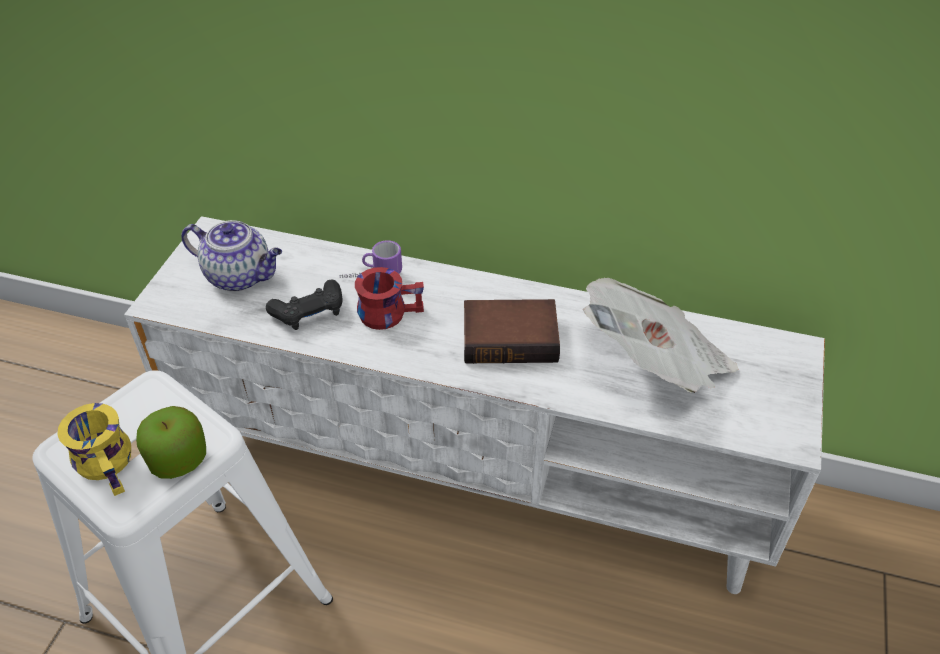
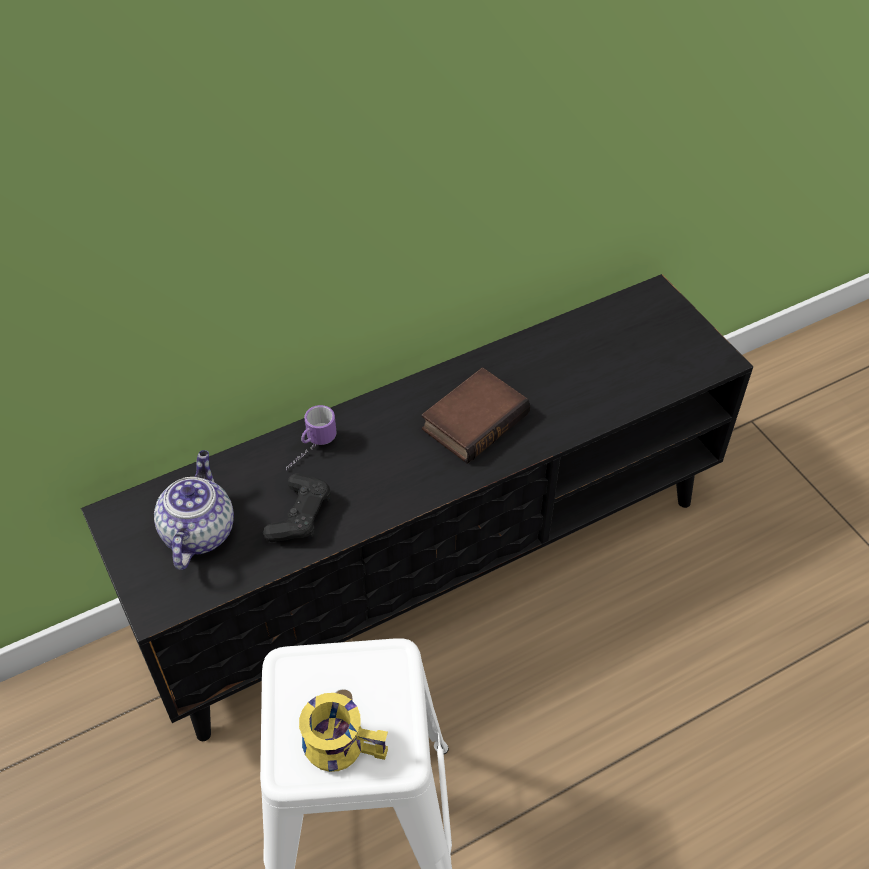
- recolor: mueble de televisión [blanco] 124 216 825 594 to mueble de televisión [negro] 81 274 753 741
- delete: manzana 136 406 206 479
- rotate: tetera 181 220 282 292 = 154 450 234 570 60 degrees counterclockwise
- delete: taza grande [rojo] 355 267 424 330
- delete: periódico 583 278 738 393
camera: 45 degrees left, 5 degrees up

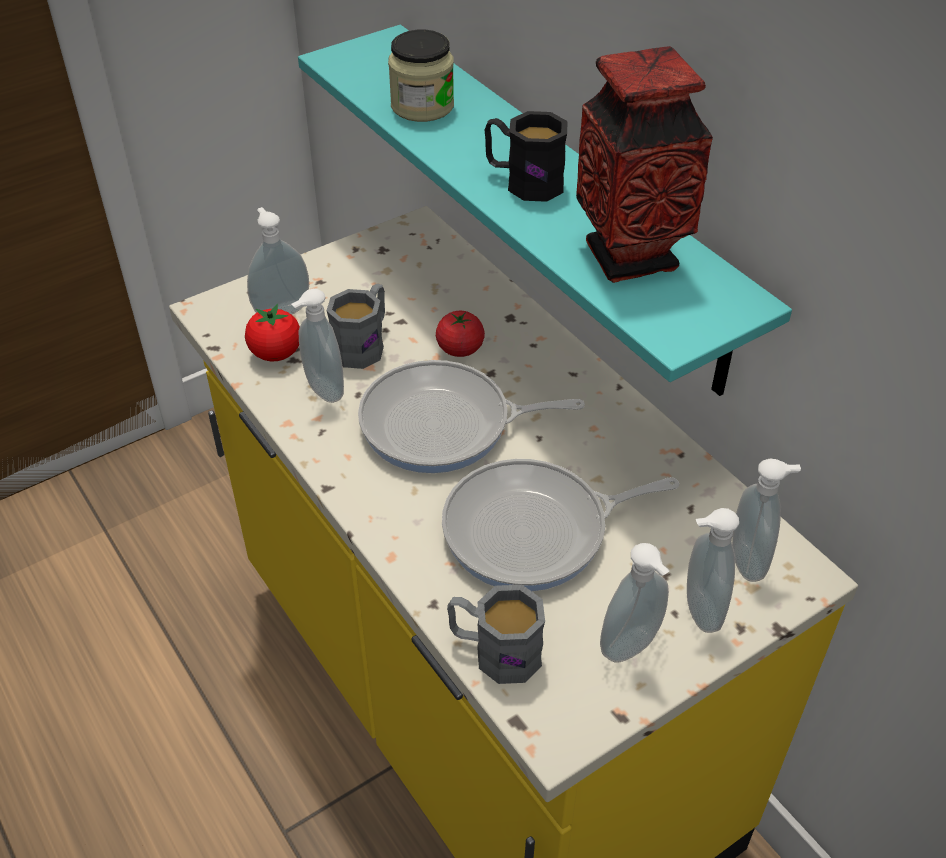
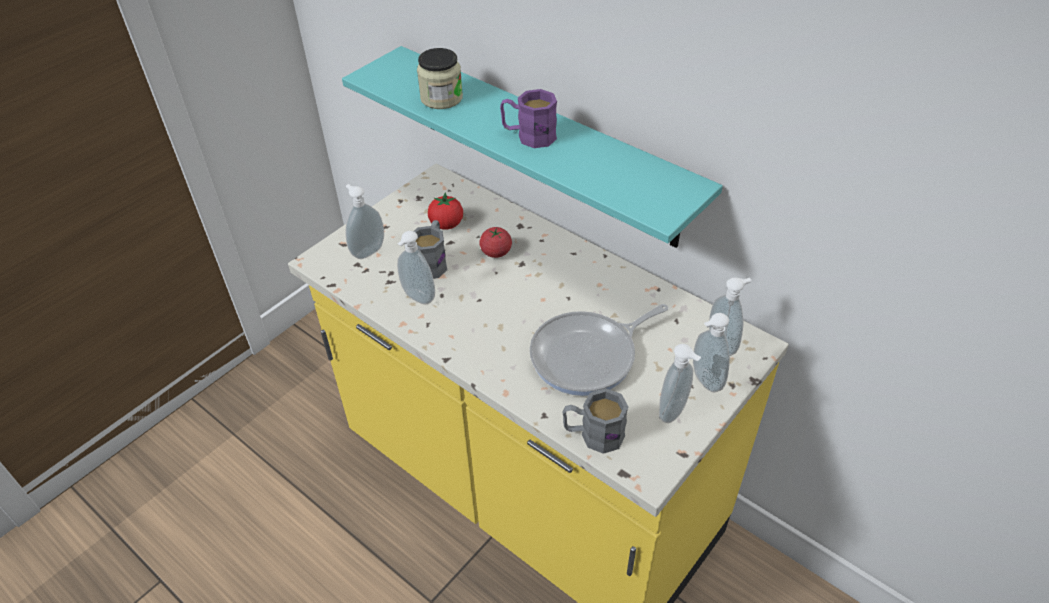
- move: tomate 245 304 300 362 to 428 192 463 230
- delete: sartén 358 360 585 473
- recolor: taza grande [negro] 484 111 568 202 to taza grande [morado] 500 89 557 148
- delete: florero 576 46 713 283
camera: 15 degrees left, 0 degrees up

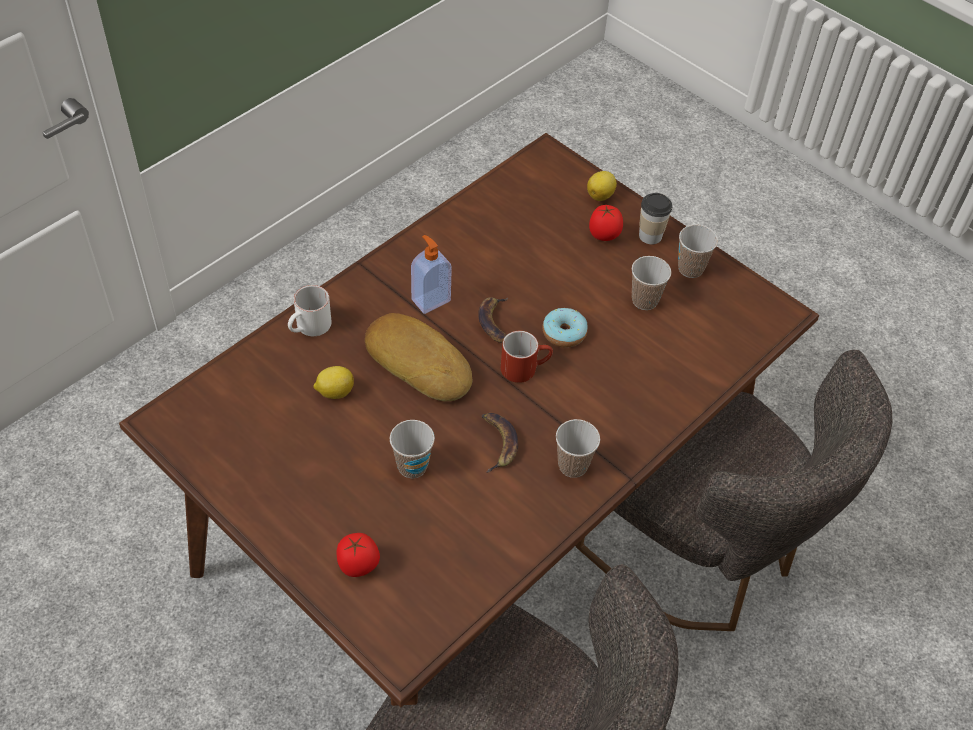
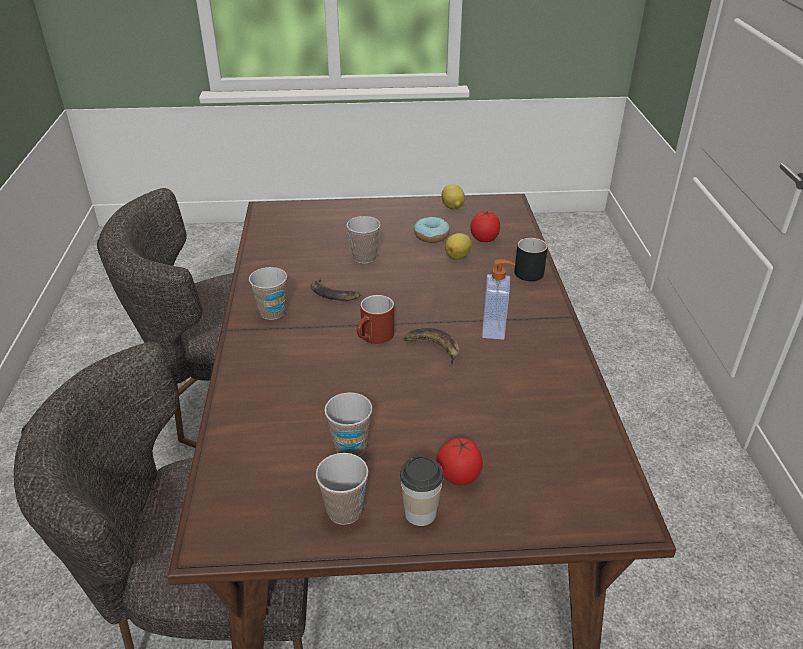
- recolor: taza grande [blanco] 288 285 332 336 to taza grande [negro] 514 237 548 281
- move: tomate 336 533 380 577 to 470 210 500 242
- delete: pan 365 313 473 401
- move: rosquilla 543 308 588 348 to 414 217 450 243
- move: limón 587 171 617 201 to 441 184 465 210
camera: 135 degrees right, 15 degrees down

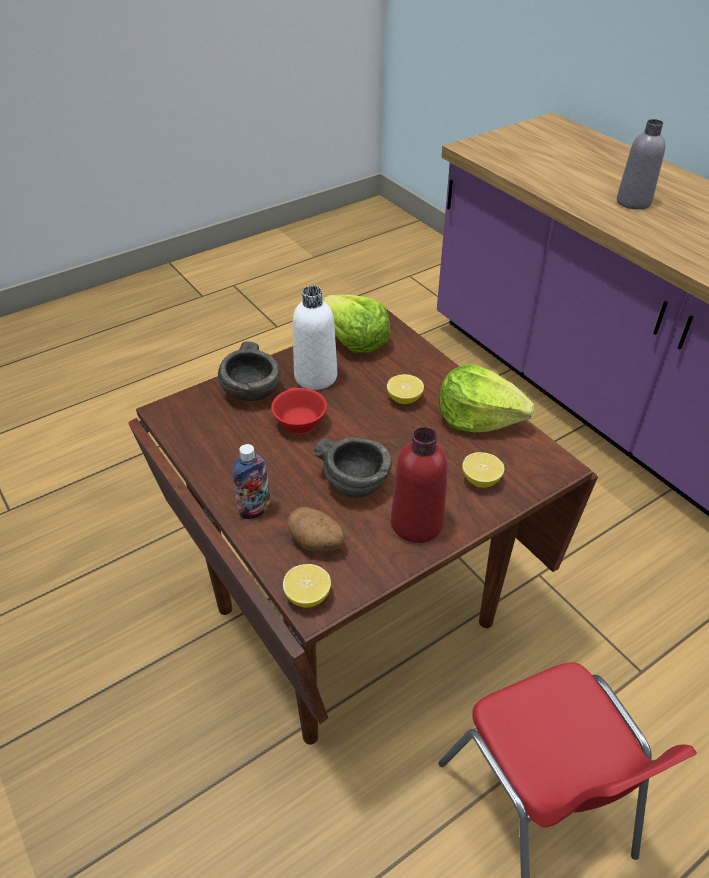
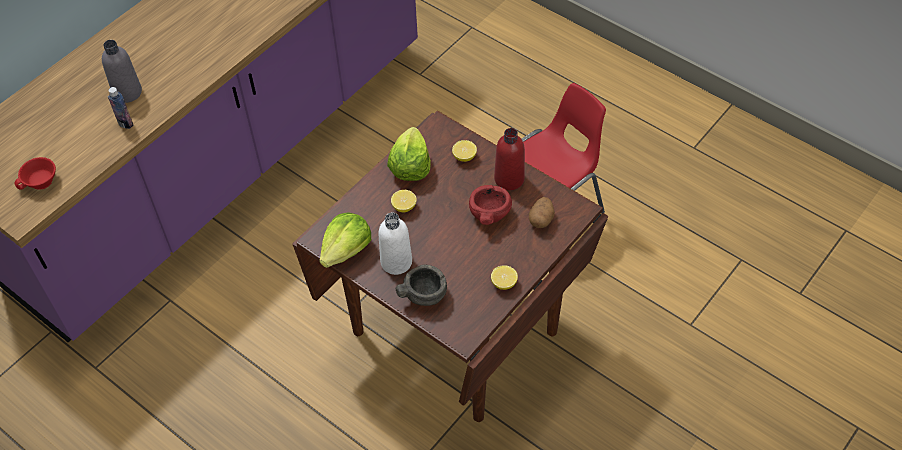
- move: botella 233 444 270 519 to 108 87 133 129
- move: taza [rojo] 271 387 327 434 to 14 157 56 190
- move: limón 283 564 331 608 to 491 265 518 290
- recolor: cuenco [gris] 314 437 392 498 to cuenco [rojo] 469 185 512 225
camera: 105 degrees left, 10 degrees up

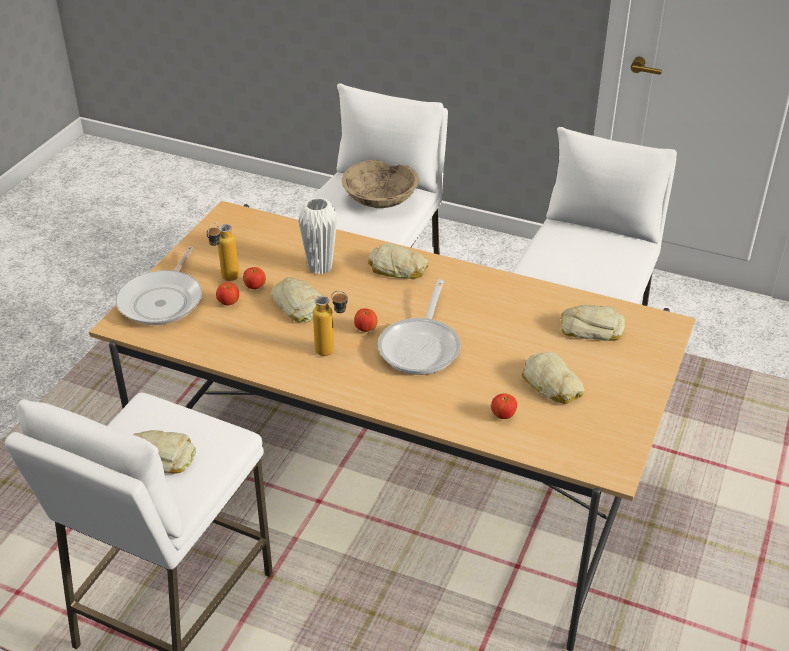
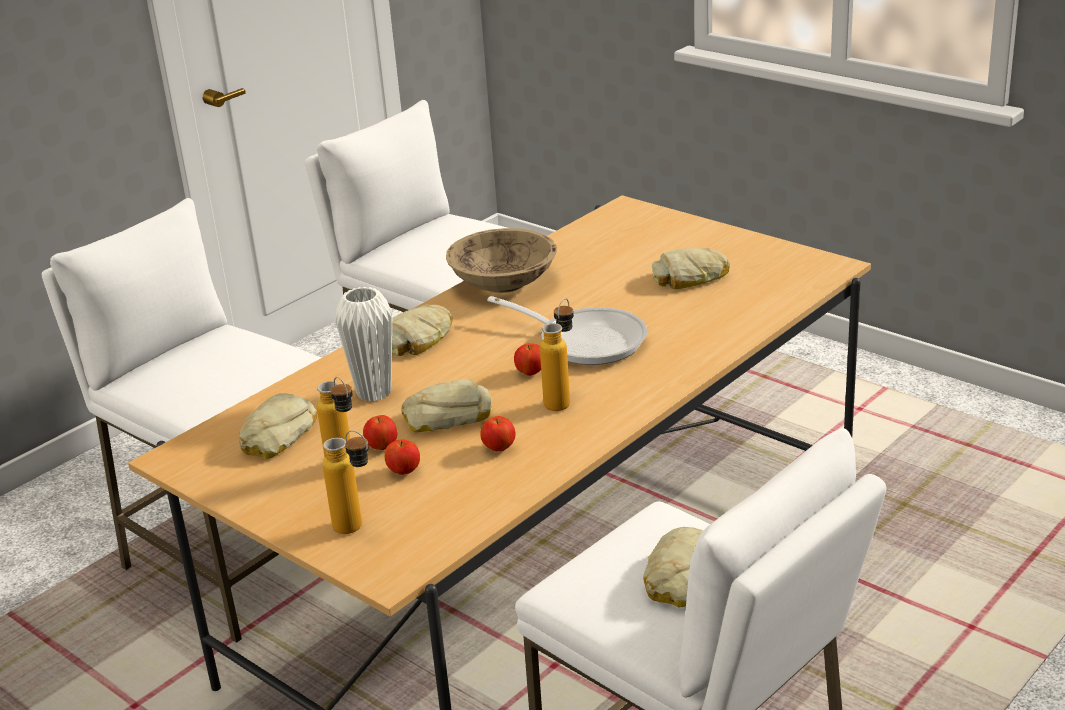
- replace: sartén 116 246 202 325 to botella 323 430 369 534
- move: cuenco [beis] 342 160 419 208 to 446 228 557 293
- move: manzana 491 393 517 419 to 480 416 516 451
- move: pan 560 305 625 341 to 239 393 317 459
camera: 70 degrees left, 10 degrees down

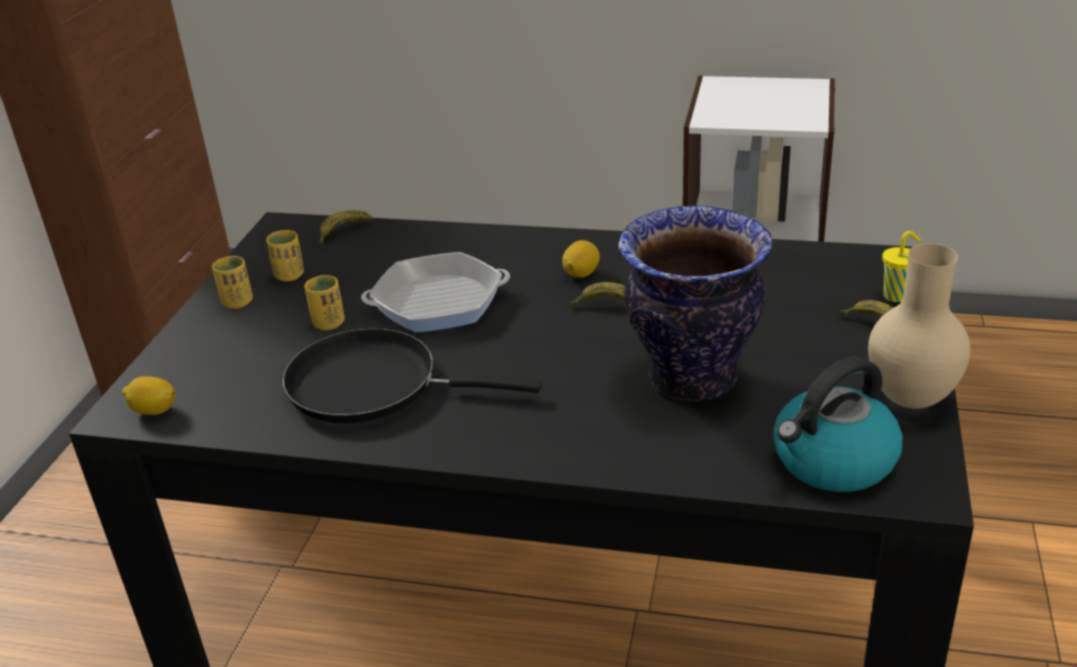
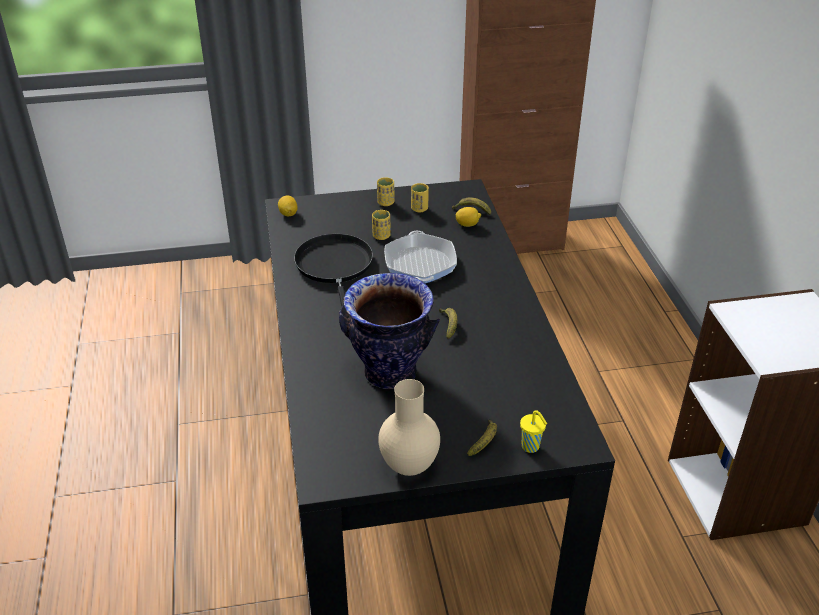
- rotate: sartén 361 252 510 333 = 384 231 457 284 150 degrees counterclockwise
- move: limón 562 240 600 278 to 455 207 481 227
- delete: hervidor 773 356 903 492
camera: 65 degrees right, 5 degrees up

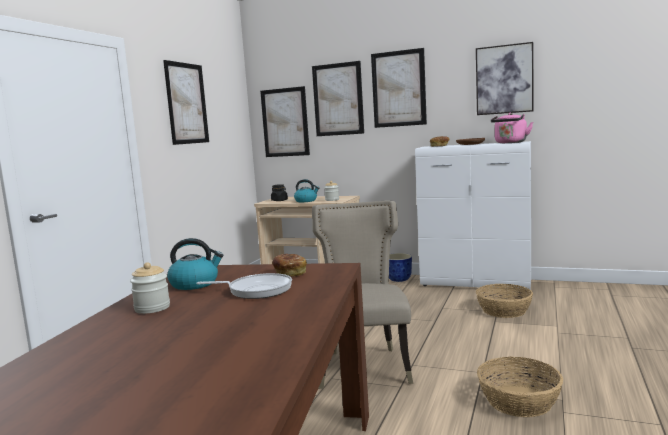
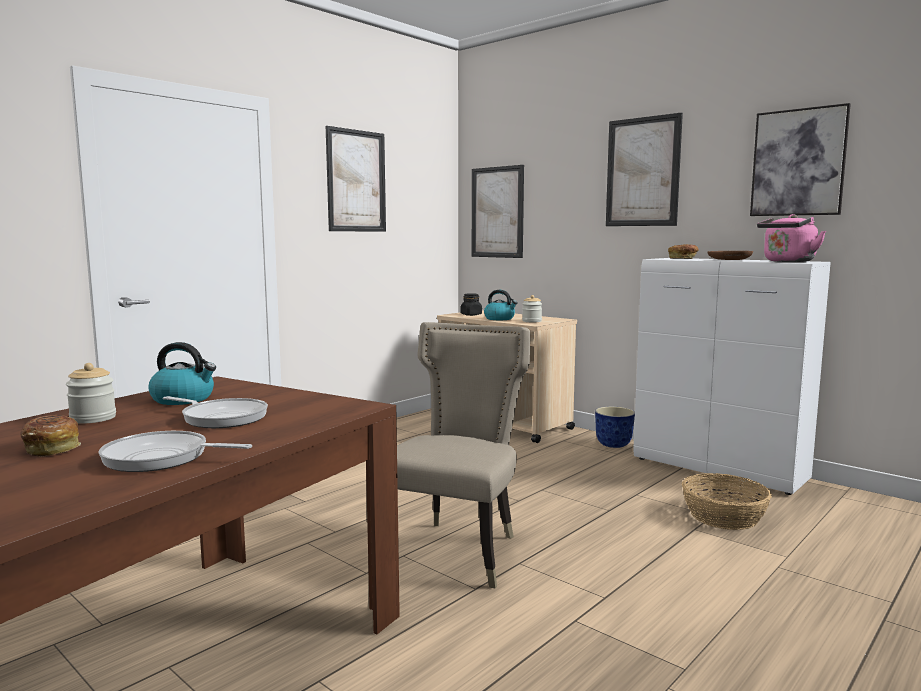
- move: pan 272 254 307 277 to 20 415 81 457
- delete: cuadro 312 61 364 136
- delete: cesta 477 357 563 417
- insert: sartén 99 431 252 472
camera: 20 degrees right, 0 degrees up

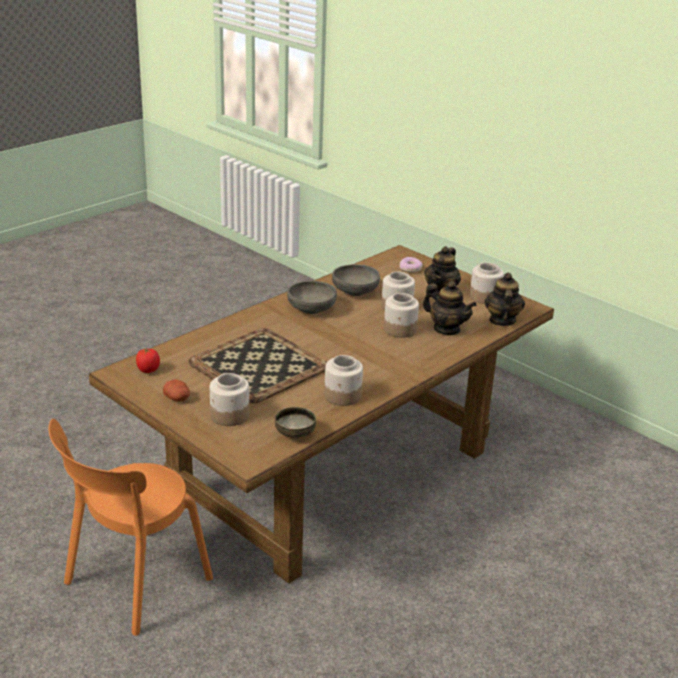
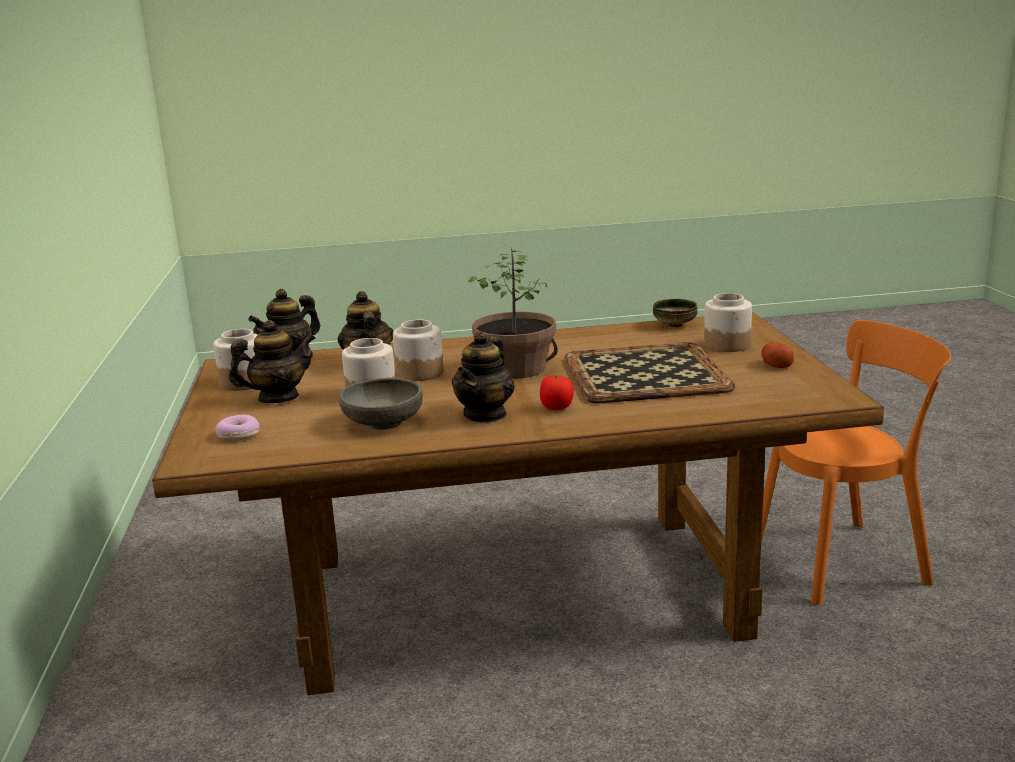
- move: tomate 136 348 160 373 to 540 375 574 410
- replace: cuenco [gris] 287 281 337 314 to tetera 452 331 515 423
- delete: tarro 324 355 363 406
- insert: planta en maceta 467 248 558 379
camera: 140 degrees left, 10 degrees down

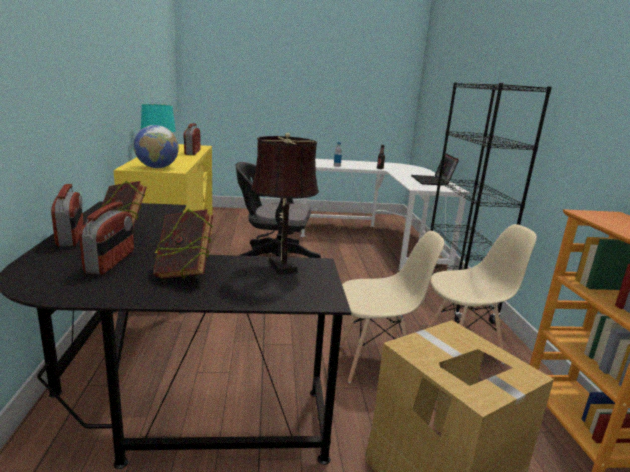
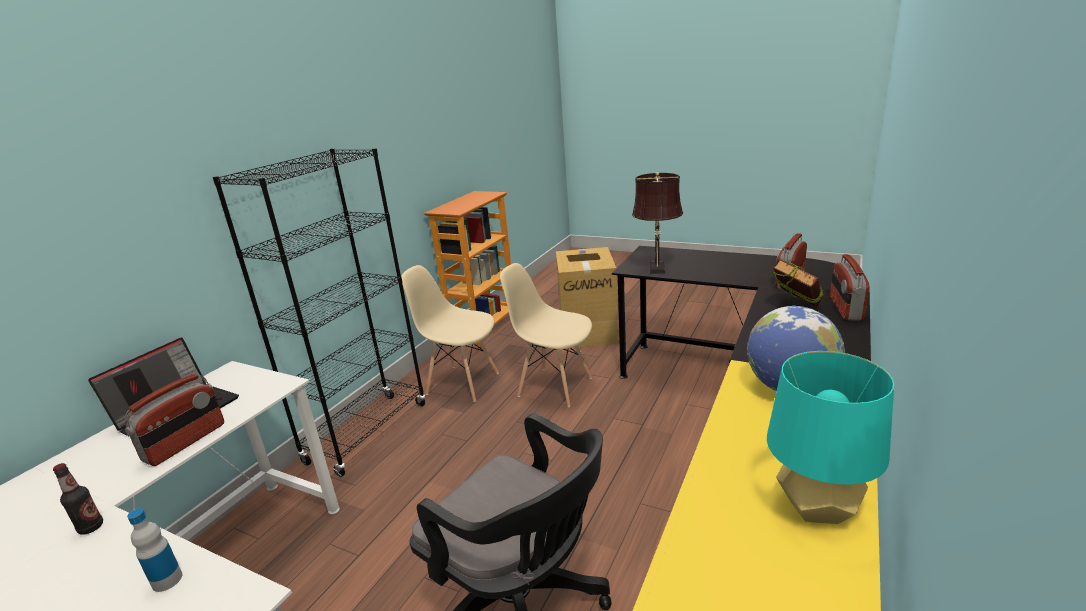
- delete: libro 153 208 213 279
- move: radio 183 123 201 155 to 125 374 224 466
camera: 145 degrees left, 5 degrees up

